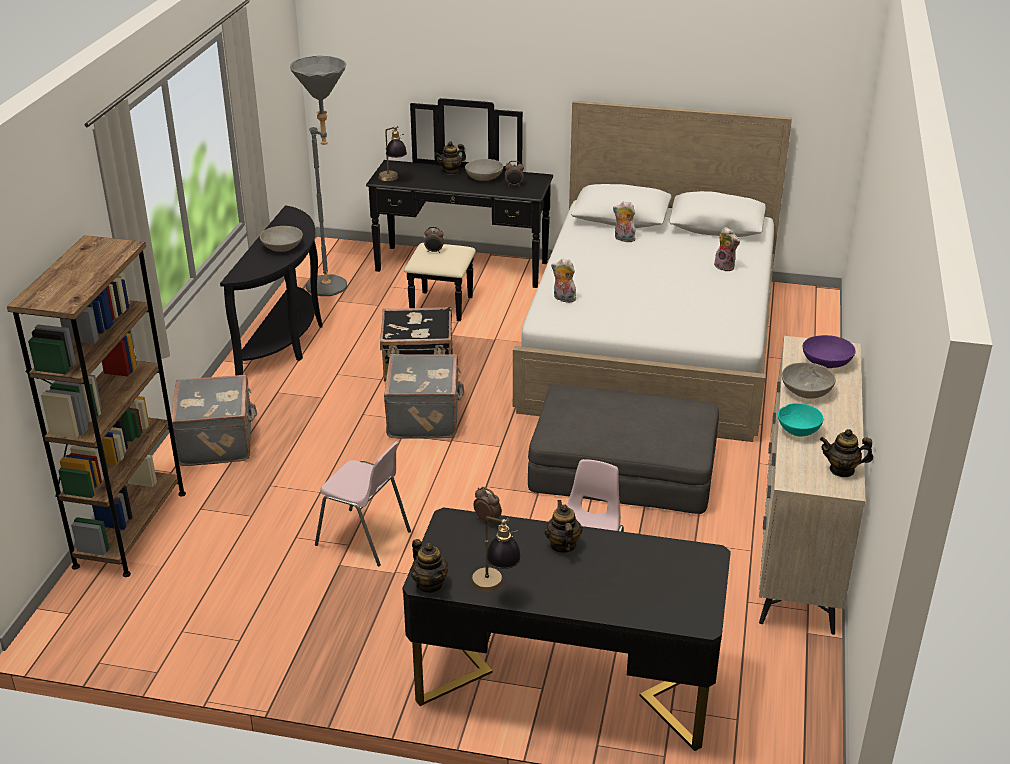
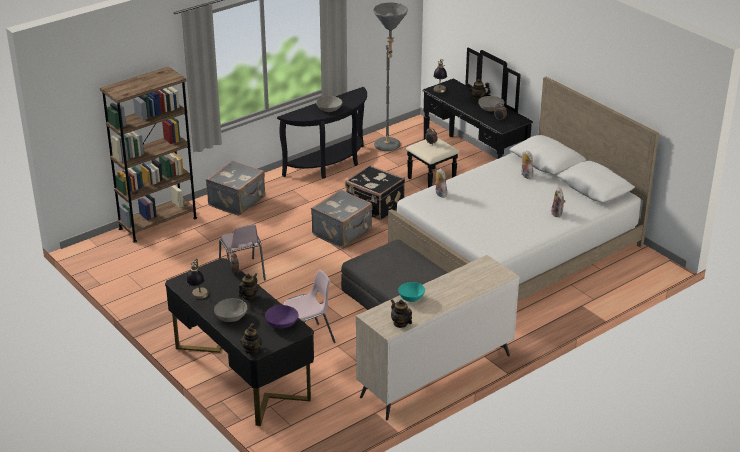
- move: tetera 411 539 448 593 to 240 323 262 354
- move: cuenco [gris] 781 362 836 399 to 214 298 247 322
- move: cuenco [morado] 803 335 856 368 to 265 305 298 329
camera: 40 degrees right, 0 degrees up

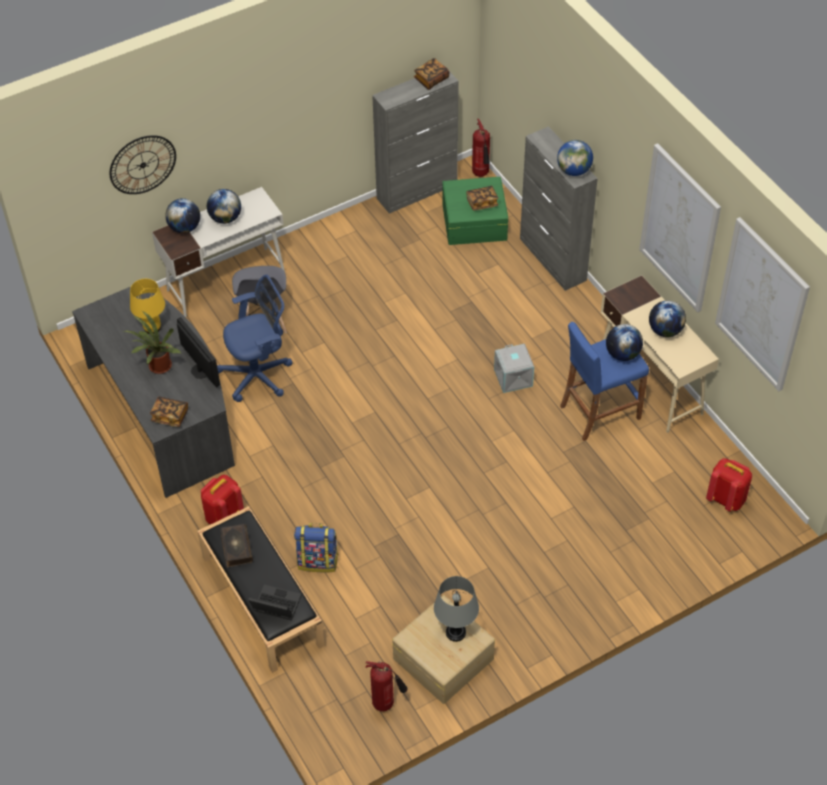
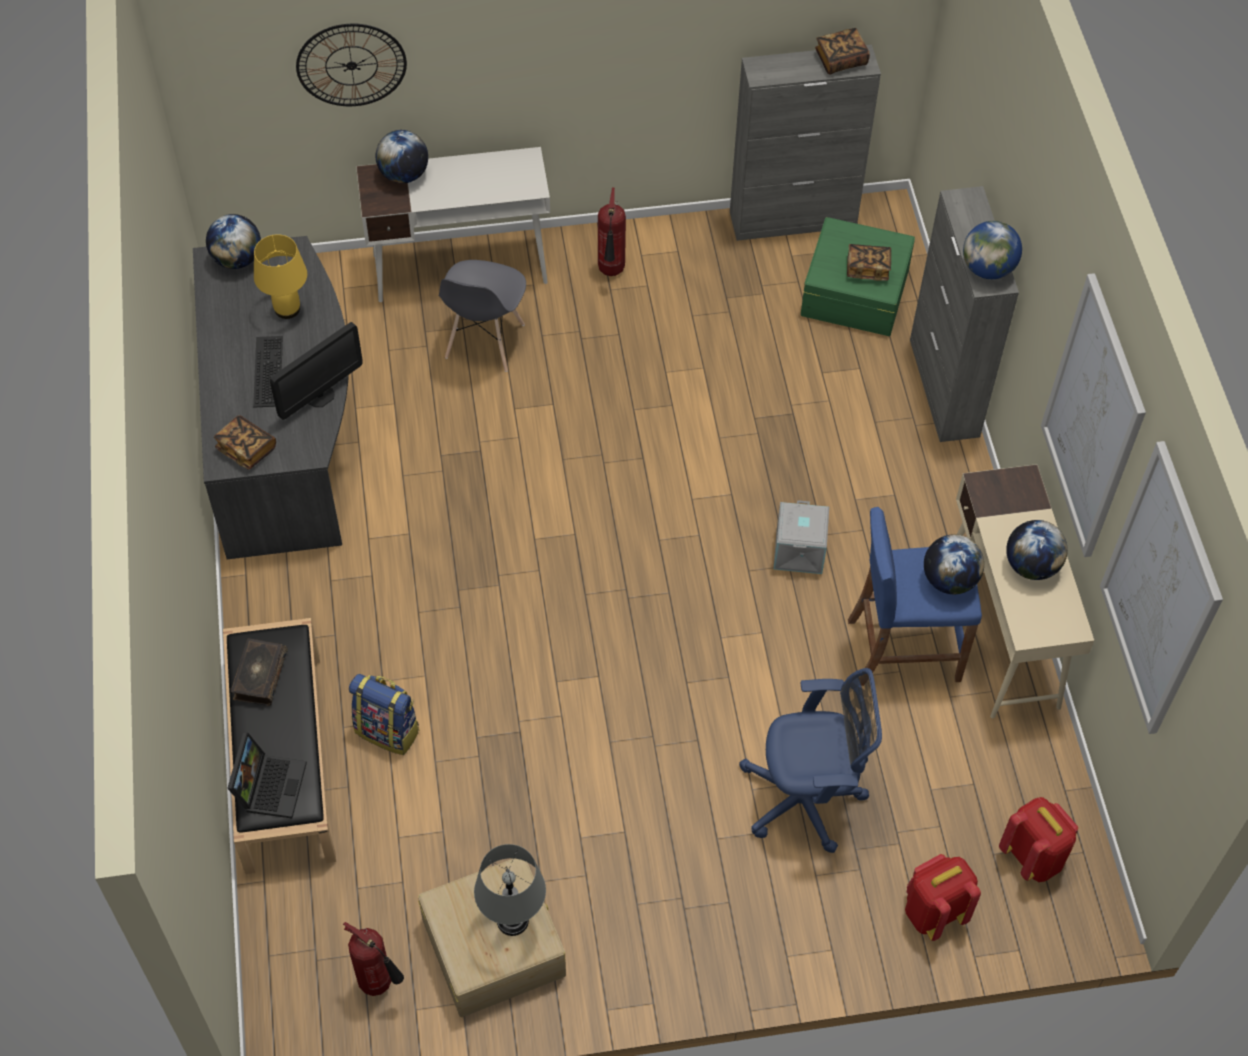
- replace: planta en maceta 123 311 181 374 to teclado 253 336 283 408
- rotate: monitor 177 317 220 387 = 270 322 363 420 60 degrees clockwise
- move: mochila [rojo] 201 475 244 525 to 905 854 981 941
- move: globo terráqueo 207 189 241 224 to 206 214 261 269
- move: silla de oficina [azul] 217 275 293 402 to 739 668 882 853
- rotate: portátil 248 585 302 620 = 227 732 307 818 60 degrees clockwise
- move: extintor 472 119 490 177 to 598 188 626 276
camera: 20 degrees right, 5 degrees up

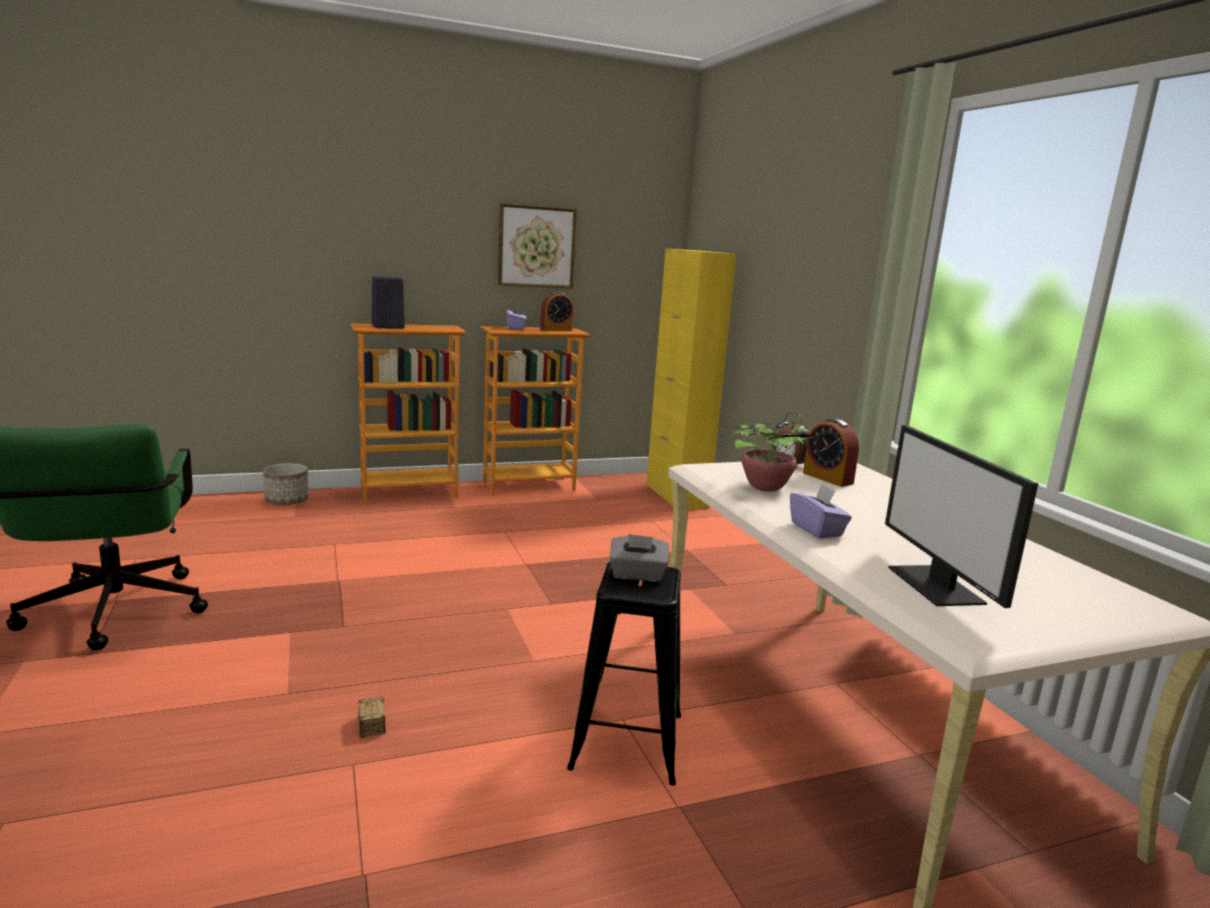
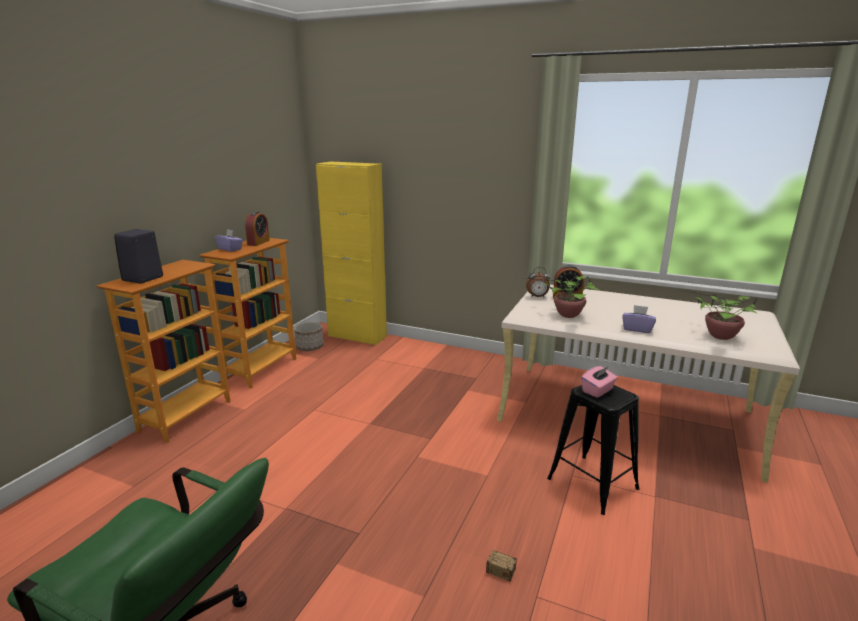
- move: maceta 263 463 309 505 to 294 322 323 351
- delete: cuadro 498 204 577 288
- recolor: caja de pañuelos [gris] 610 534 669 582 to caja de pañuelos [rosa] 581 366 618 398
- replace: monitor 885 425 1038 608 to planta en maceta 678 289 757 340
camera: 45 degrees left, 5 degrees up

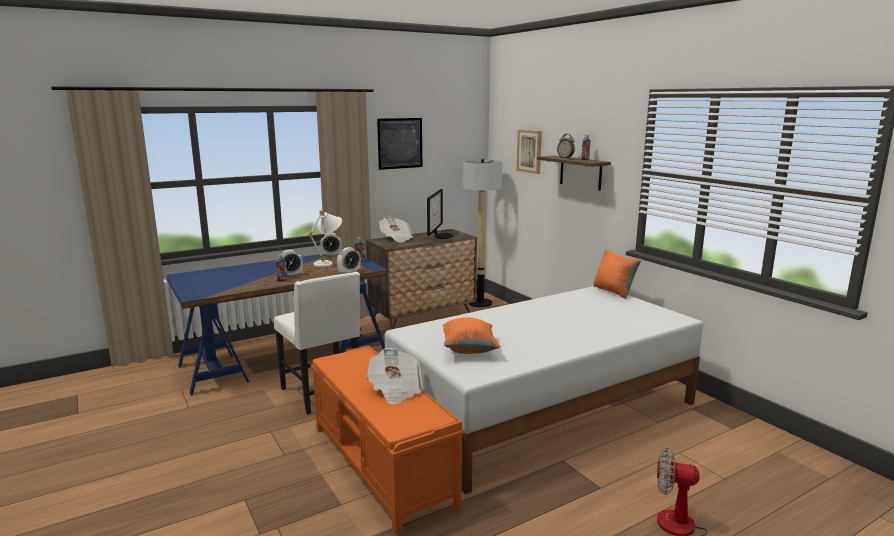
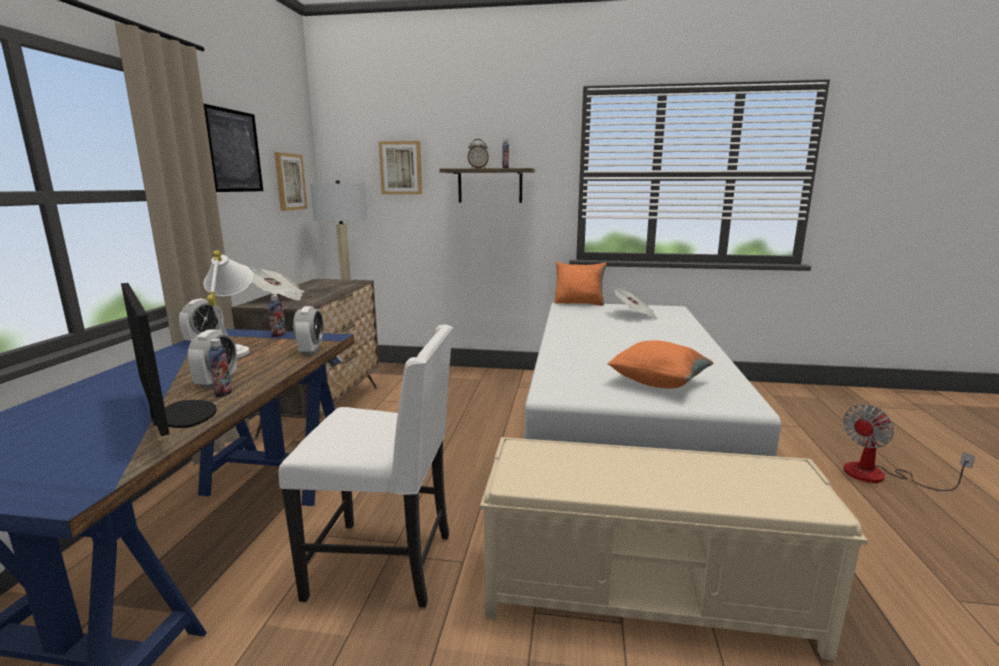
- recolor: banco [naranja] 311 345 465 534 to banco [beis] 480 437 868 661
- move: periódico 367 348 422 404 to 611 287 658 319
- move: monitor 427 189 453 239 to 121 283 217 436
- insert: cuadro 274 152 307 211
camera: 50 degrees left, 0 degrees up

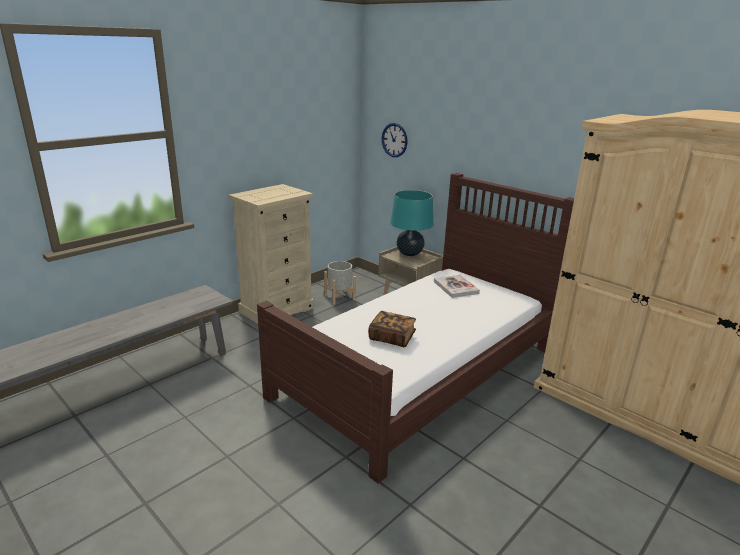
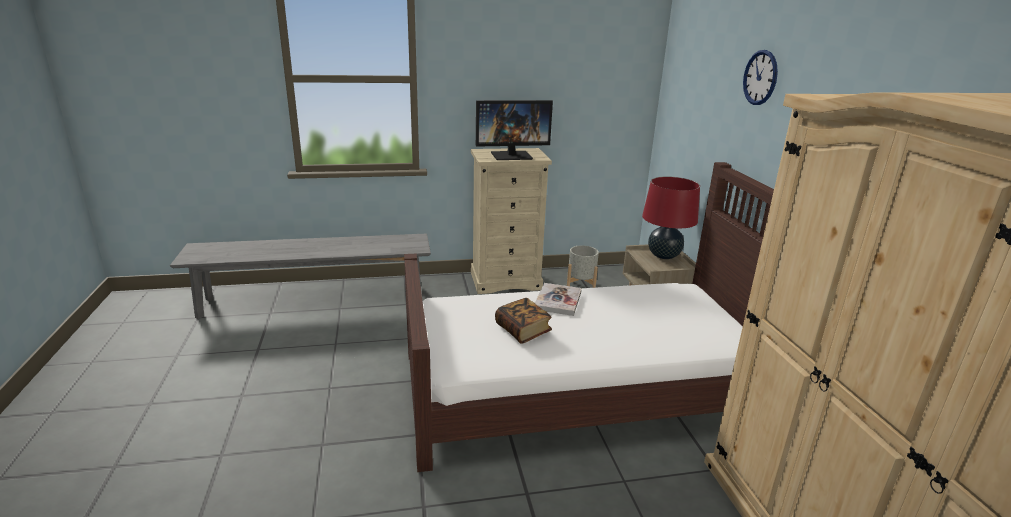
- move: reloj de pared 382 123 408 157 to 743 50 778 105
- recolor: lámpara de mesa [turquesa] 390 190 433 256 to lámpara de mesa [rojo] 642 176 700 259
- move: libro 434 275 480 298 to 535 283 582 316
- insert: monitor 476 100 553 160
camera: 35 degrees right, 0 degrees up

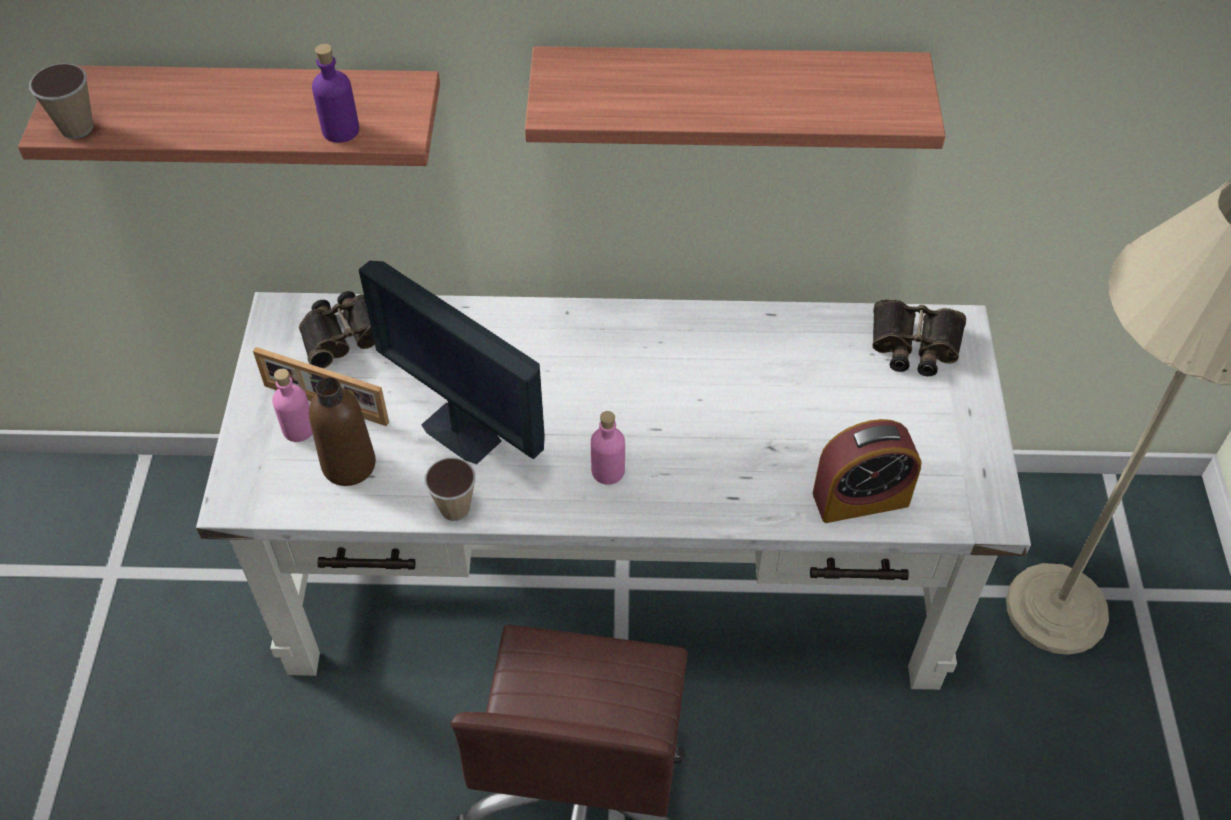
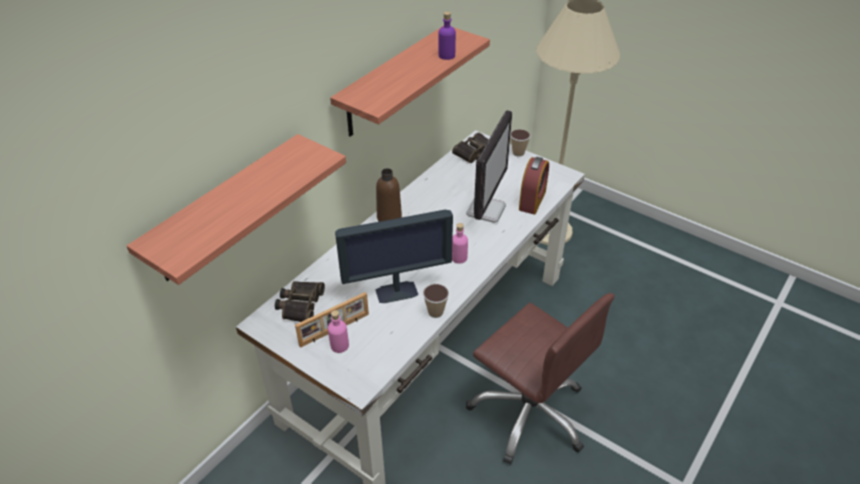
- move: taza 29 63 93 139 to 510 129 531 157
- move: botella [marrón] 309 378 376 486 to 376 168 402 222
- move: botella [morado] 312 44 359 143 to 438 12 456 60
- insert: monitor 466 110 512 223
camera: 55 degrees left, 10 degrees down

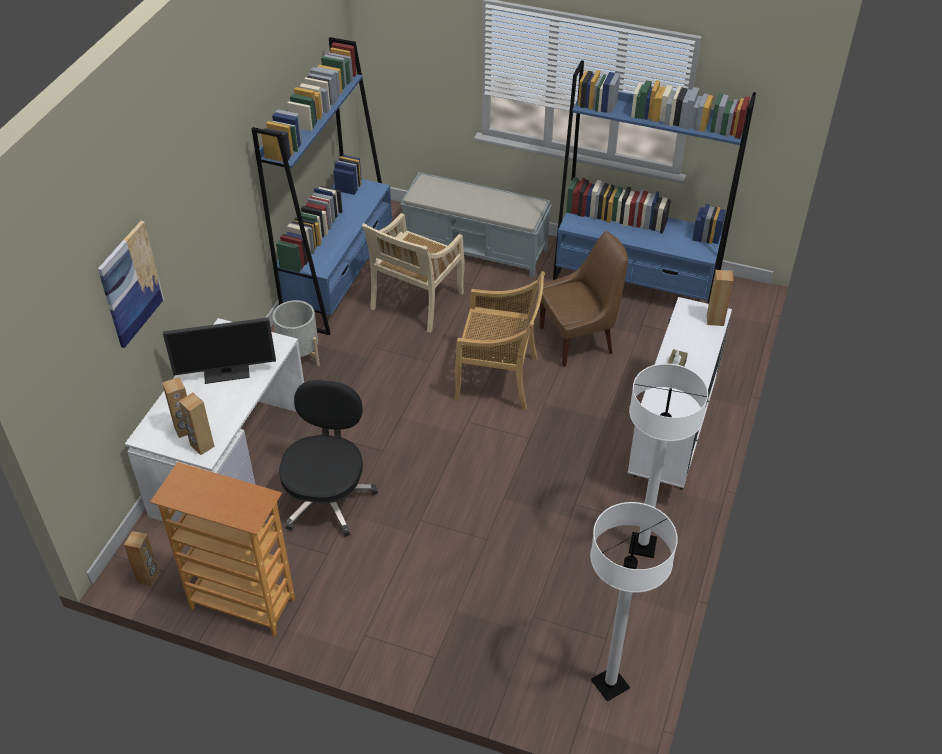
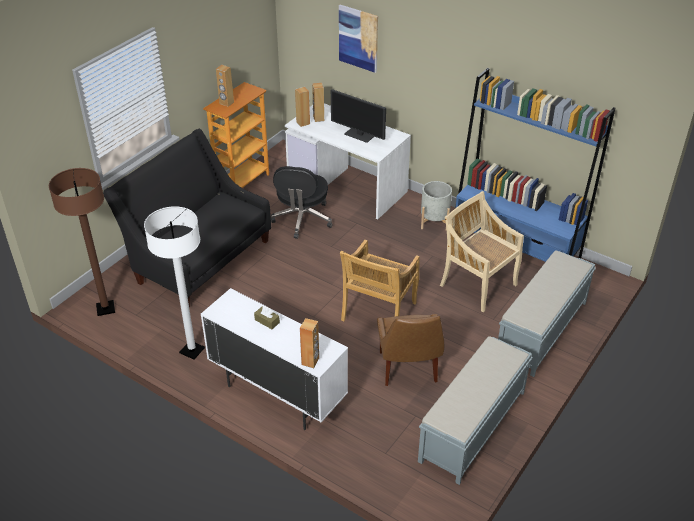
- move: altavoz [marrón] 124 531 160 586 to 216 65 234 107
- rotate: monitor 163 317 276 384 = 331 89 386 143 60 degrees counterclockwise
- rotate: silla de oficina [negro] 279 379 378 537 = 271 166 333 239 75 degrees clockwise
- replace: estantería [azul] 553 60 756 304 to banco [gris] 418 336 533 485
- recolor: lámpara de pie [blanco] 590 502 678 701 to lámpara de pie [marrón] 49 168 115 316
- insert: sofá [negro] 103 129 271 308
camera: 105 degrees right, 5 degrees down

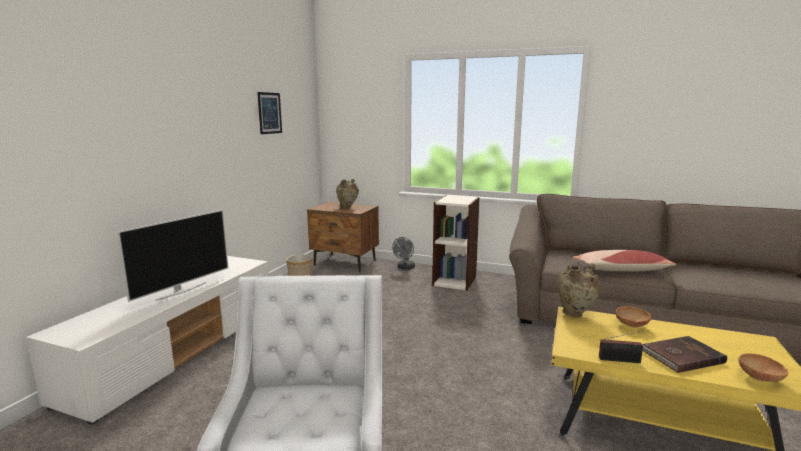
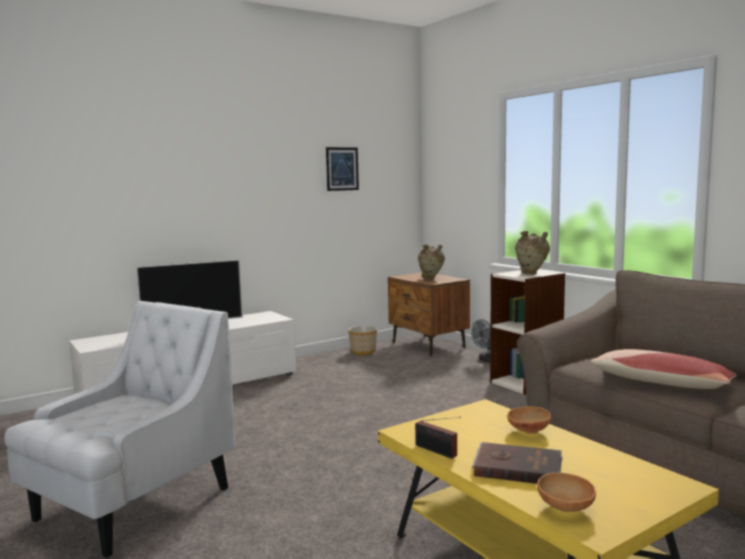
- move: florero [beis] 558 263 602 318 to 515 231 550 275
camera: 35 degrees right, 5 degrees down

